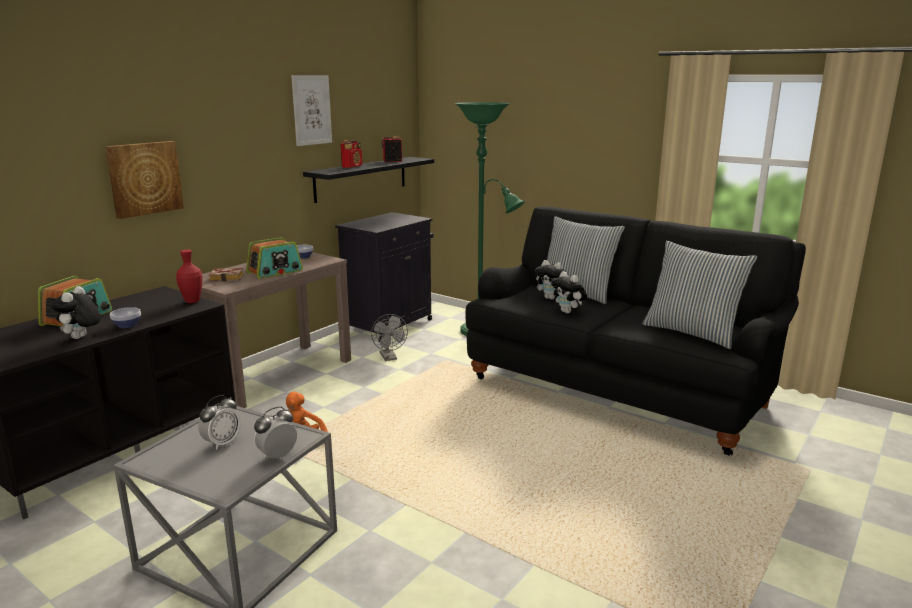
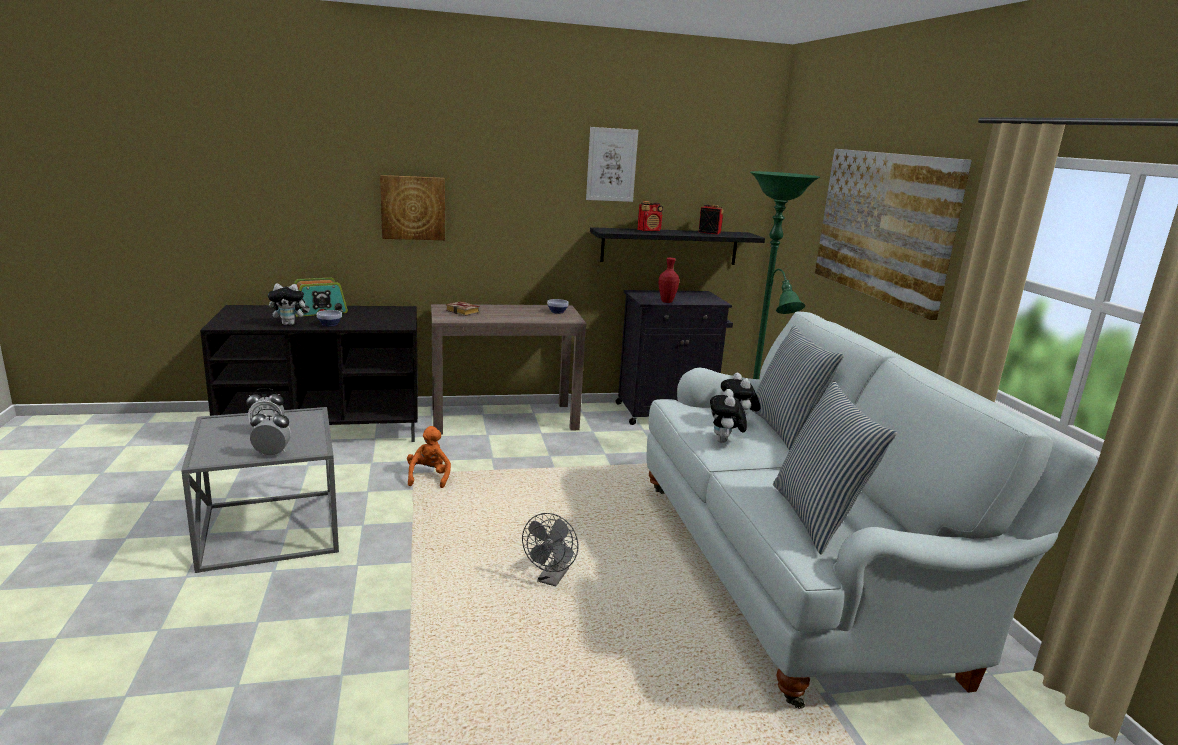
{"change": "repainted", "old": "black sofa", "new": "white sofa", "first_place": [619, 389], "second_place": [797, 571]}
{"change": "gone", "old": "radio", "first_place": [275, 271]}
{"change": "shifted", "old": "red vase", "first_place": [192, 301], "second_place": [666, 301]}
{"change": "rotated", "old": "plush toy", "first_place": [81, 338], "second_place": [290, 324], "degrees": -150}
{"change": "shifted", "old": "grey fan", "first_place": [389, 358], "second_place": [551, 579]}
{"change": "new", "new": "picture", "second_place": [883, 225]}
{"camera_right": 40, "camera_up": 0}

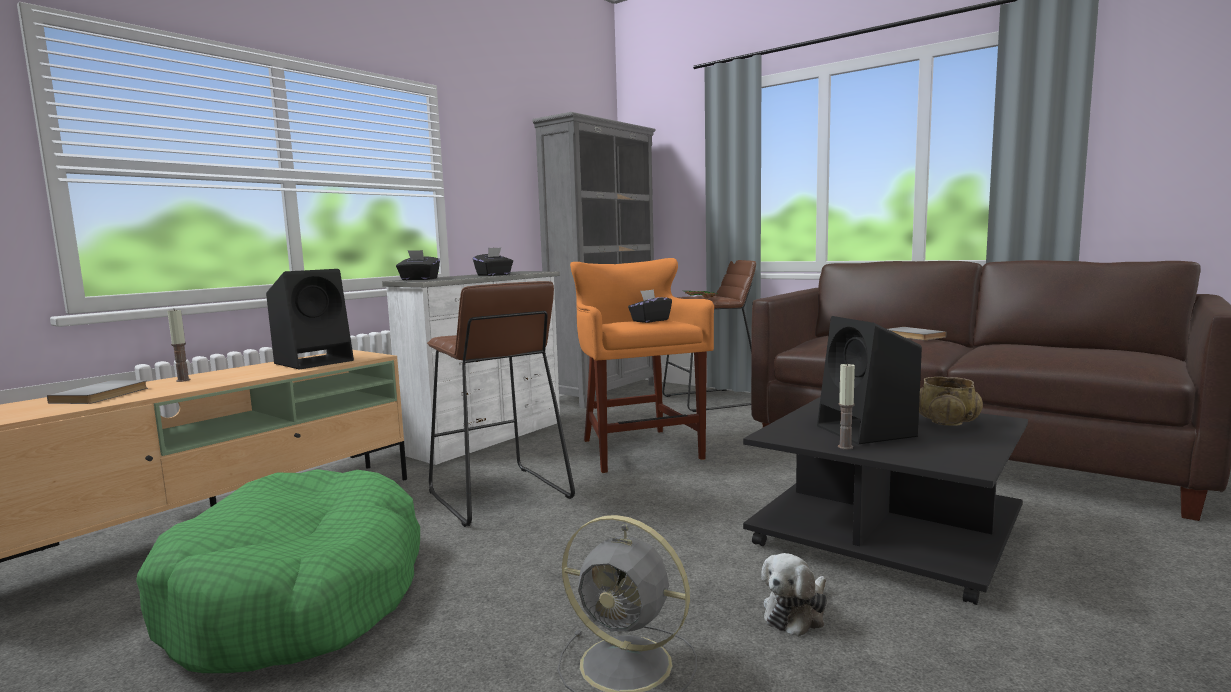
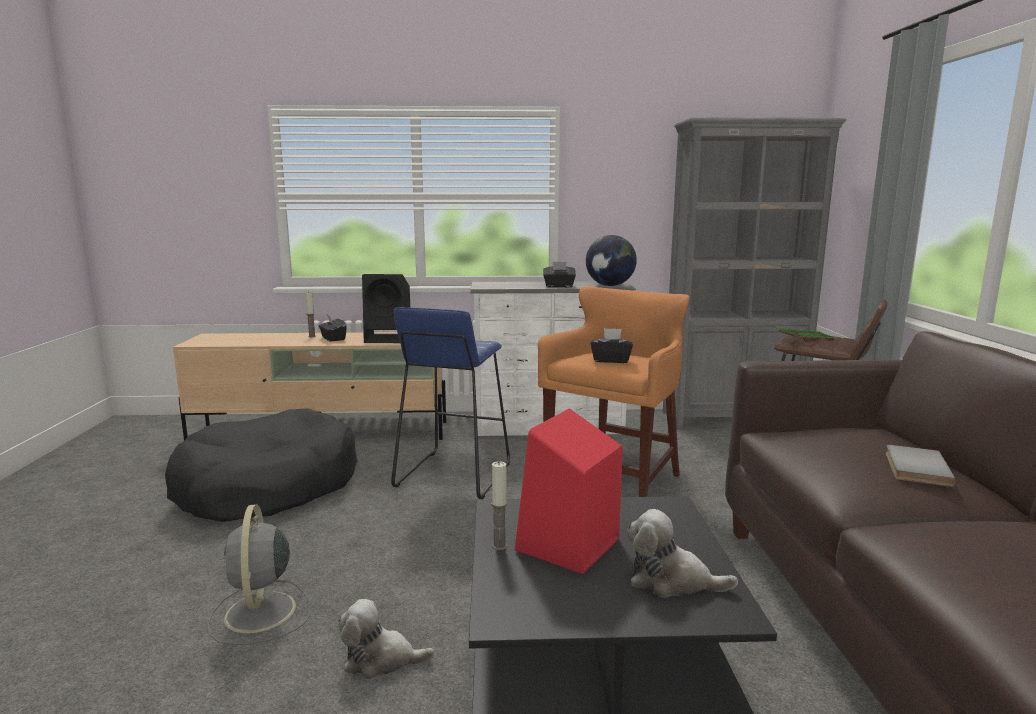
{"change": "shifted", "old": "black tissue box", "first_place": [419, 279], "second_place": [333, 339]}
{"change": "repainted", "old": "brown stool", "new": "blue stool", "first_place": [498, 495], "second_place": [453, 475]}
{"change": "repainted", "old": "black speaker", "new": "red speaker", "first_place": [868, 432], "second_place": [567, 546]}
{"change": "swapped", "old": "beige bowl", "new": "plush toy", "first_place": [947, 422], "second_place": [671, 581]}
{"change": "gone", "old": "grey book", "first_place": [103, 395]}
{"change": "repainted", "old": "green dog bed", "new": "black dog bed", "first_place": [300, 596], "second_place": [267, 486]}
{"change": "new", "new": "globe", "second_place": [610, 285]}
{"camera_right": 50, "camera_up": 5}

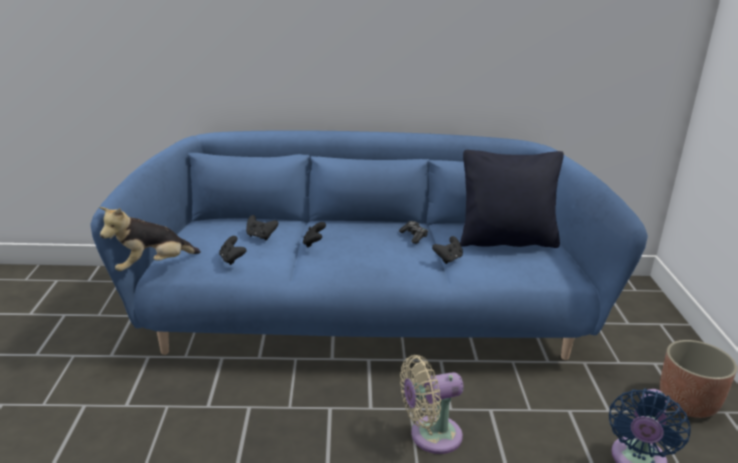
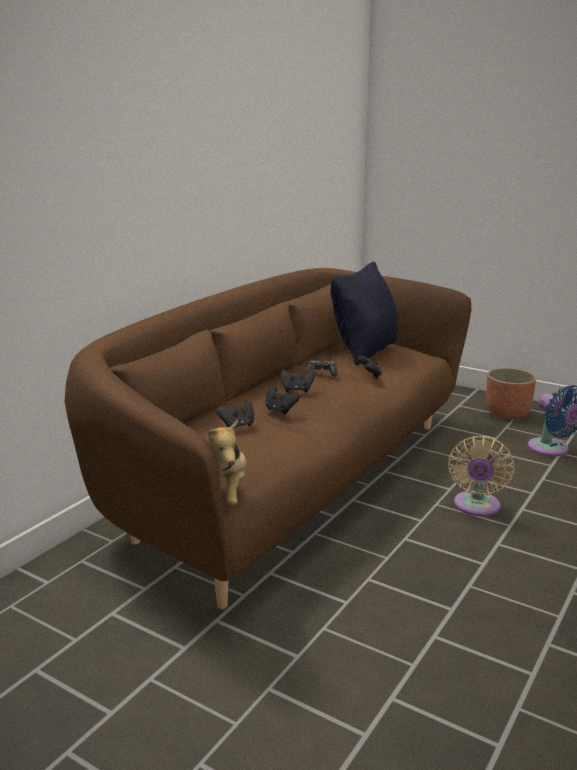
{"change": "repainted", "old": "blue sofa", "new": "brown sofa", "first_place": [365, 319], "second_place": [290, 481]}
{"change": "shifted", "old": "black game controller", "first_place": [232, 259], "second_place": [297, 390]}
{"camera_right": -55, "camera_up": -5}

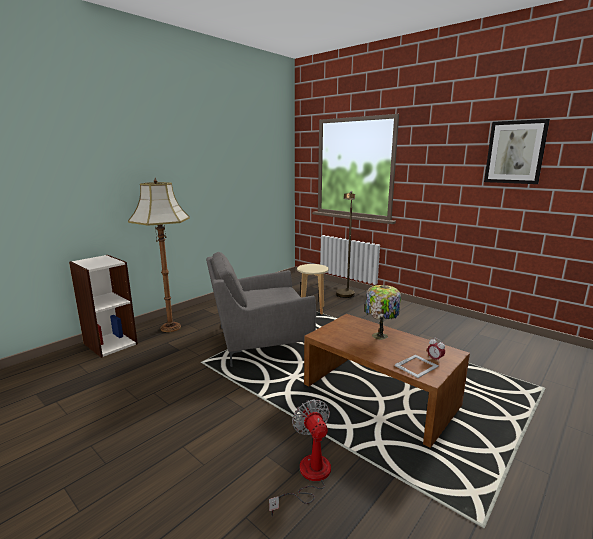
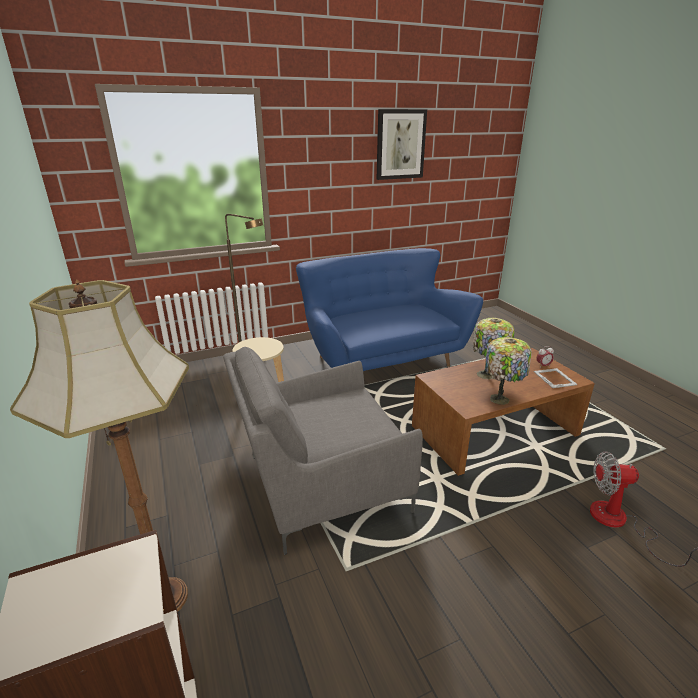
{"change": "rotated", "old": "grey armchair", "first_place": [259, 341], "second_place": [319, 484], "degrees": 60}
{"change": "new", "new": "blue sofa", "second_place": [381, 360]}
{"change": "new", "new": "table lamp", "second_place": [501, 399]}
{"camera_right": -65, "camera_up": 10}

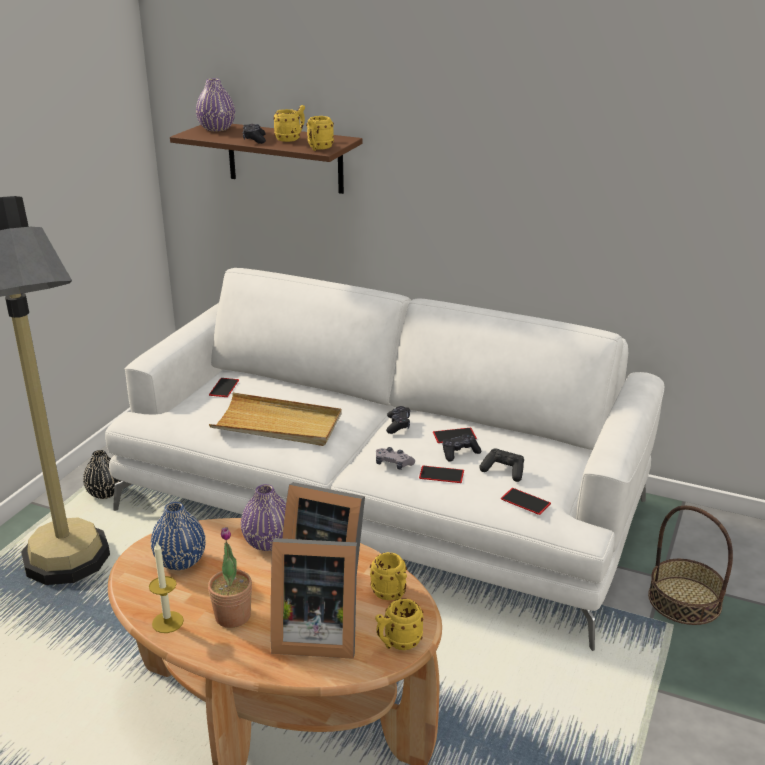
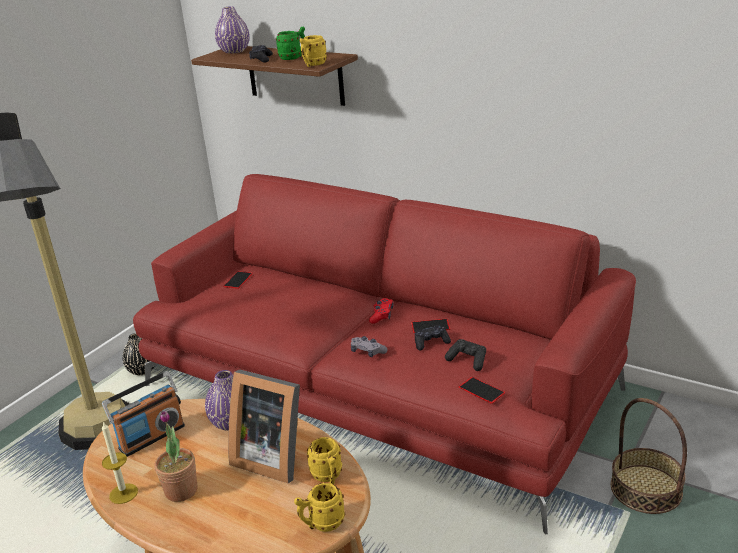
{"change": "repainted", "old": "yellow mug", "new": "green mug", "first_place": [291, 139], "second_place": [293, 57]}
{"change": "repainted", "old": "white sofa", "new": "red sofa", "first_place": [382, 504], "second_place": [377, 387]}
{"change": "gone", "old": "beige tray", "first_place": [277, 424]}
{"change": "repainted", "old": "black game controller", "new": "red game controller", "first_place": [398, 425], "second_place": [382, 315]}
{"change": "gone", "old": "phone", "first_place": [441, 474]}
{"change": "swapped", "old": "blue vase", "new": "radio", "first_place": [180, 561], "second_place": [151, 437]}
{"change": "gone", "old": "picture frame", "first_place": [314, 634]}
{"camera_right": 10, "camera_up": 0}

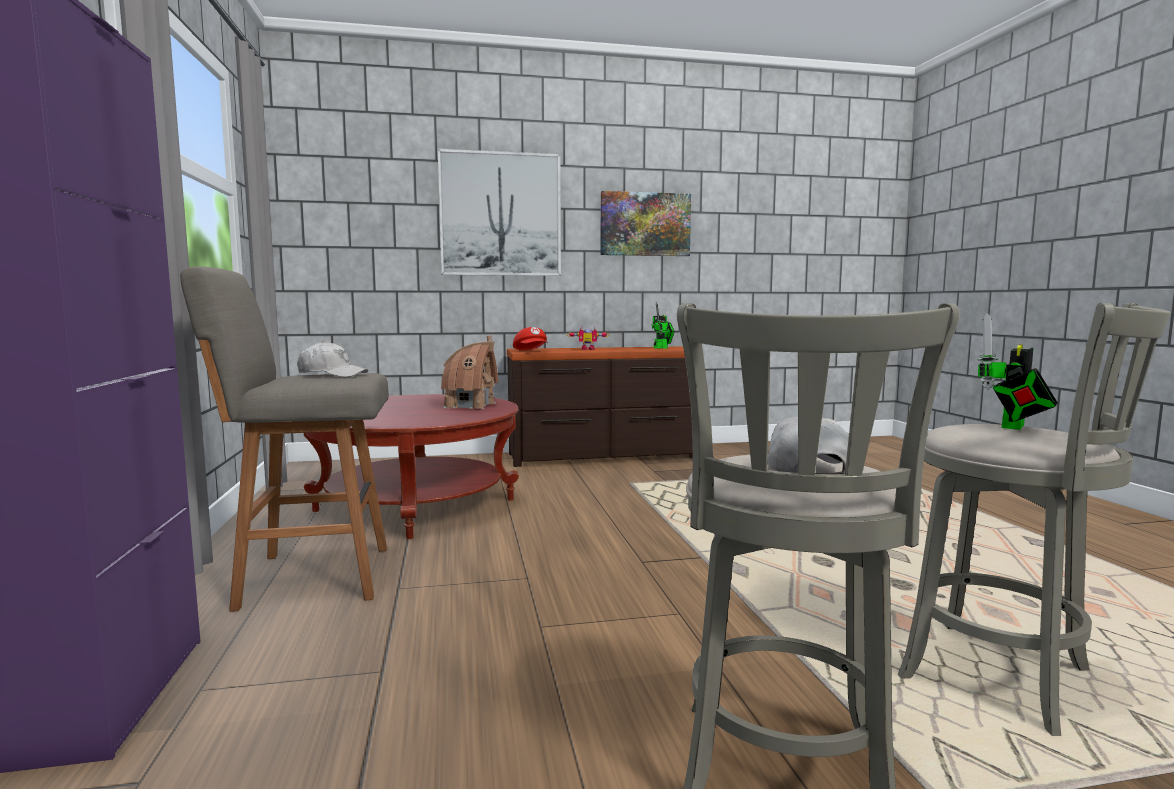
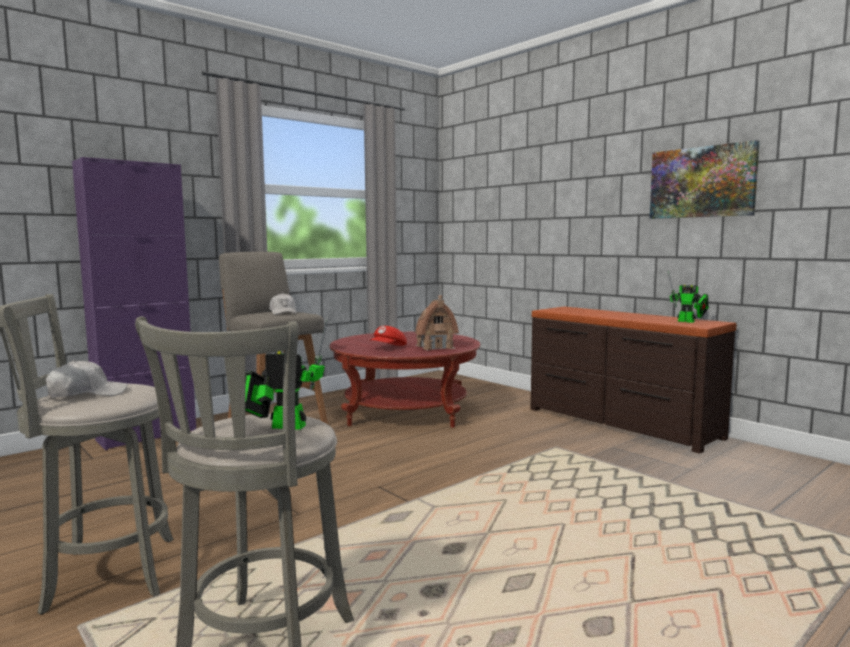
{"change": "gone", "old": "picture", "first_place": [500, 214]}
{"change": "gone", "old": "toy robot", "first_place": [588, 349]}
{"change": "shifted", "old": "red cap", "first_place": [531, 351], "second_place": [388, 348]}
{"camera_right": 60, "camera_up": 0}

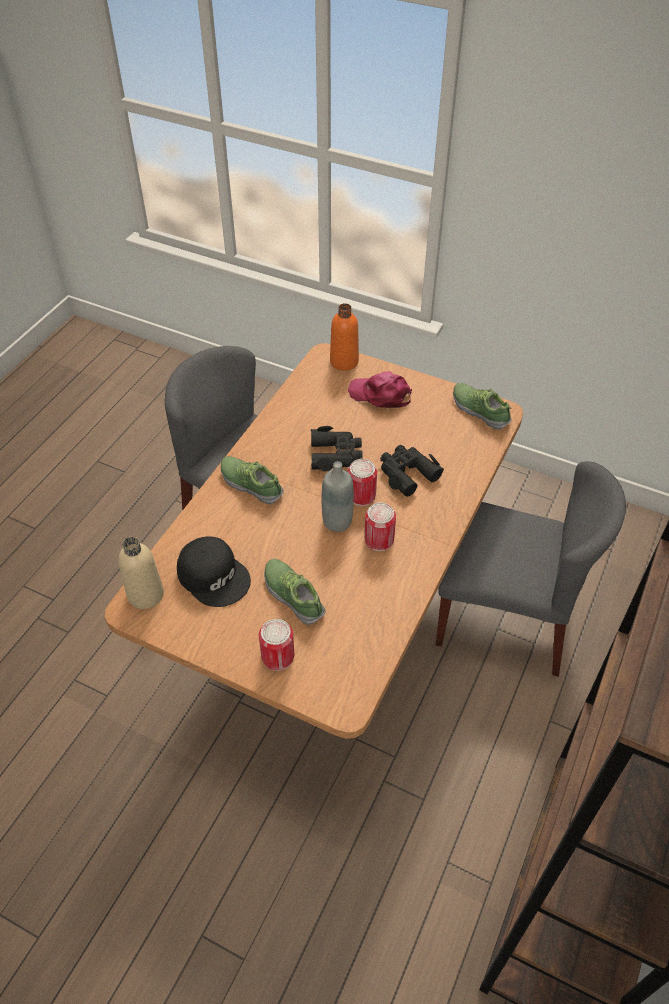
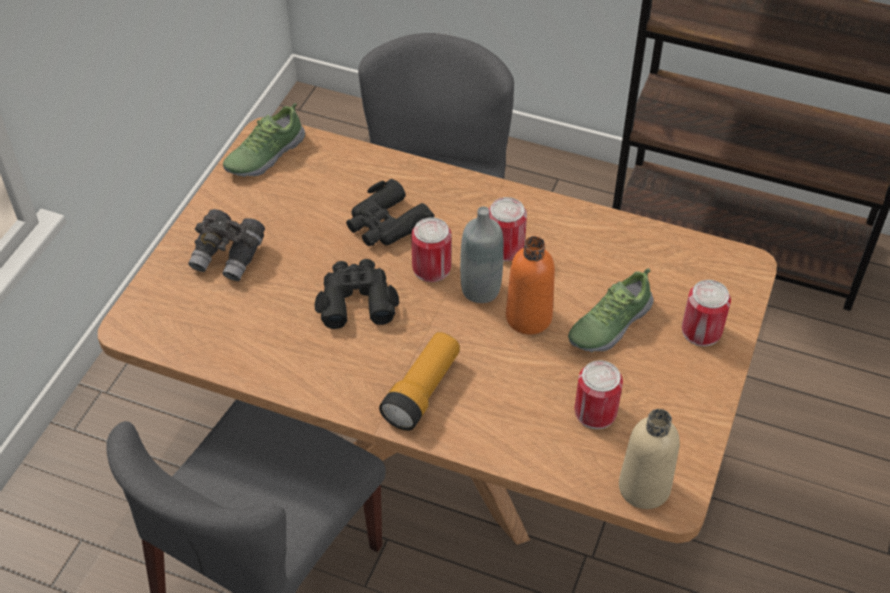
{"change": "shifted", "old": "orange bottle", "first_place": [344, 361], "second_place": [528, 317]}
{"change": "swapped", "old": "pink cap", "new": "grey binoculars", "first_place": [380, 395], "second_place": [229, 256]}
{"change": "swapped", "old": "shoe", "new": "flashlight", "first_place": [251, 484], "second_place": [422, 391]}
{"change": "swapped", "old": "black cap", "new": "can", "first_place": [214, 575], "second_place": [595, 412]}
{"camera_right": -95, "camera_up": 0}

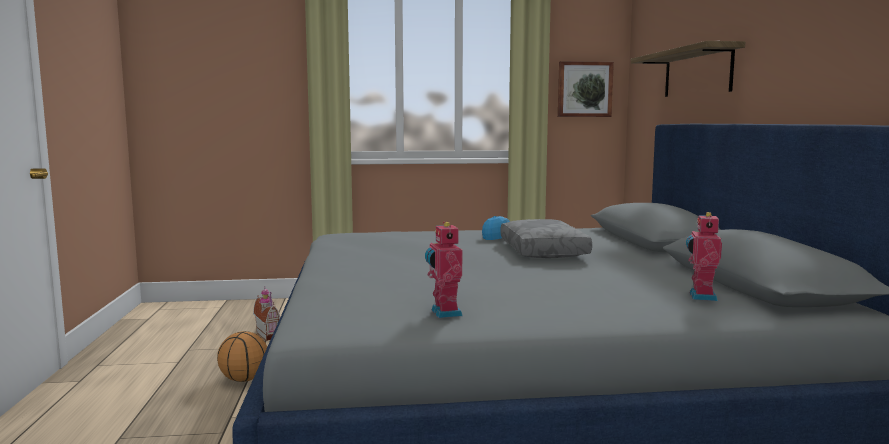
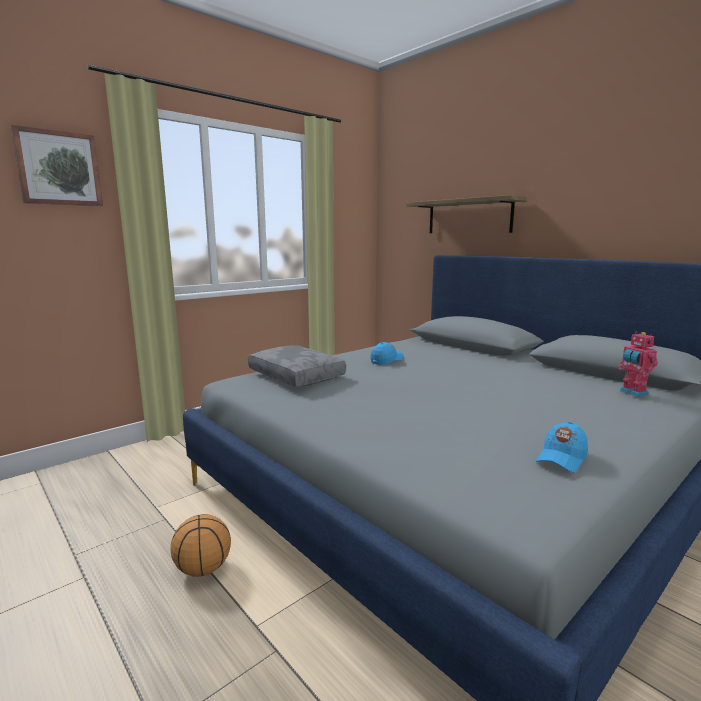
{"change": "shifted", "old": "picture", "first_place": [584, 89], "second_place": [59, 168]}
{"change": "shifted", "old": "grey pillow", "first_place": [544, 251], "second_place": [297, 376]}
{"change": "swapped", "old": "toy robot", "new": "blue cap", "first_place": [444, 313], "second_place": [561, 458]}
{"change": "gone", "old": "toy house", "first_place": [270, 335]}
{"camera_right": -35, "camera_up": 5}

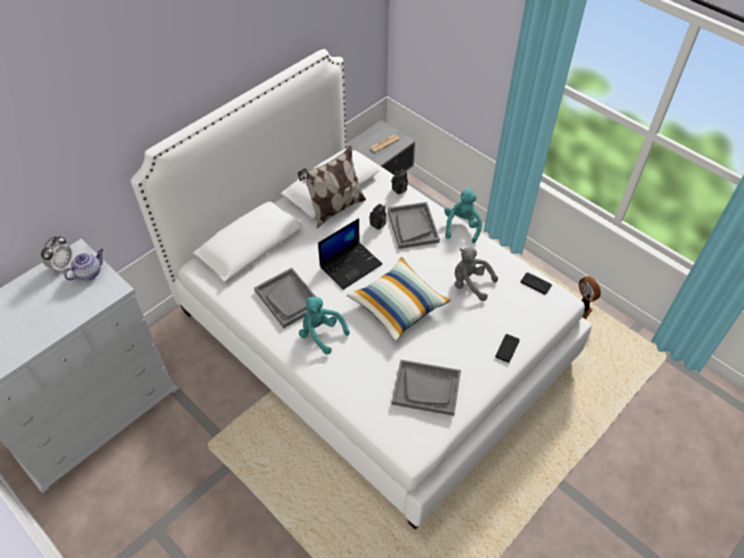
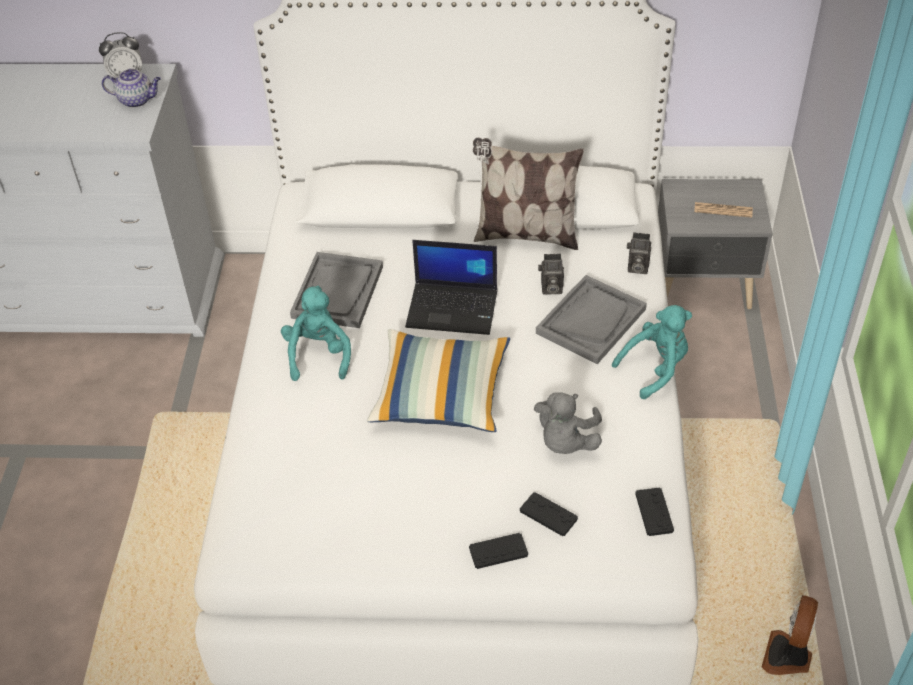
{"change": "rotated", "old": "grey plush toy", "first_place": [470, 283], "second_place": [565, 441], "degrees": -150}
{"change": "gone", "old": "grey tray", "first_place": [426, 388]}
{"change": "new", "new": "black game controller", "second_place": [548, 515]}
{"camera_right": 50, "camera_up": -5}

